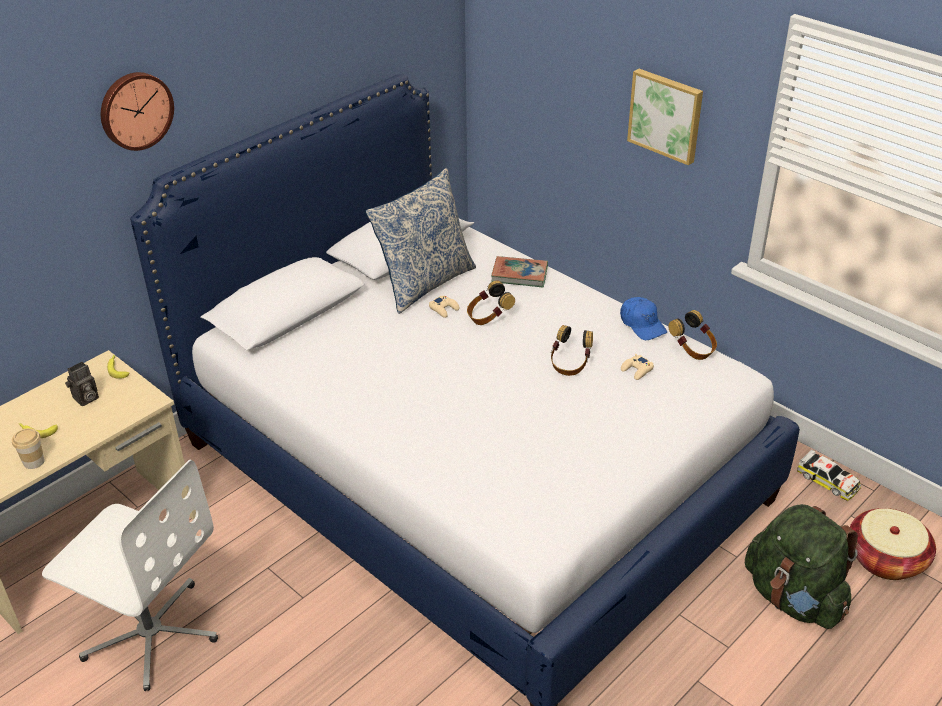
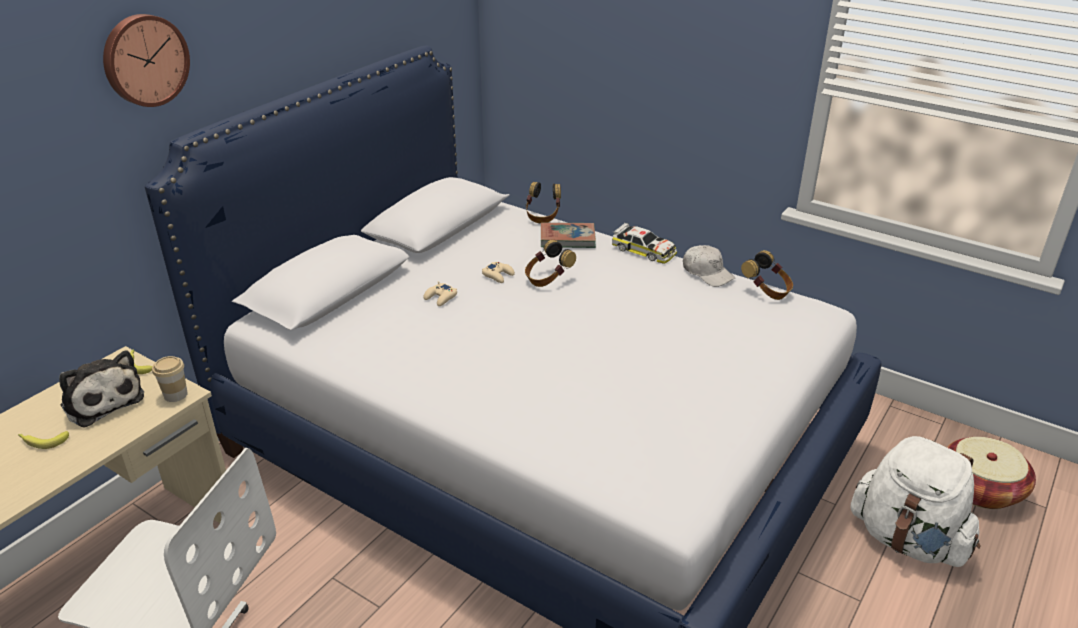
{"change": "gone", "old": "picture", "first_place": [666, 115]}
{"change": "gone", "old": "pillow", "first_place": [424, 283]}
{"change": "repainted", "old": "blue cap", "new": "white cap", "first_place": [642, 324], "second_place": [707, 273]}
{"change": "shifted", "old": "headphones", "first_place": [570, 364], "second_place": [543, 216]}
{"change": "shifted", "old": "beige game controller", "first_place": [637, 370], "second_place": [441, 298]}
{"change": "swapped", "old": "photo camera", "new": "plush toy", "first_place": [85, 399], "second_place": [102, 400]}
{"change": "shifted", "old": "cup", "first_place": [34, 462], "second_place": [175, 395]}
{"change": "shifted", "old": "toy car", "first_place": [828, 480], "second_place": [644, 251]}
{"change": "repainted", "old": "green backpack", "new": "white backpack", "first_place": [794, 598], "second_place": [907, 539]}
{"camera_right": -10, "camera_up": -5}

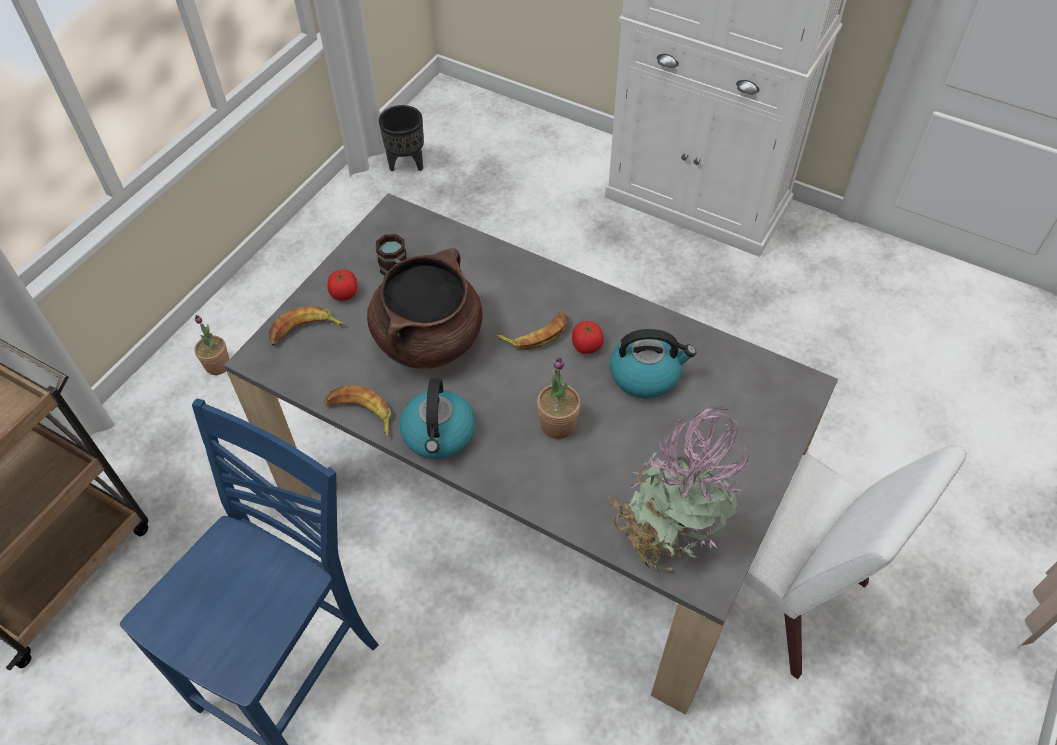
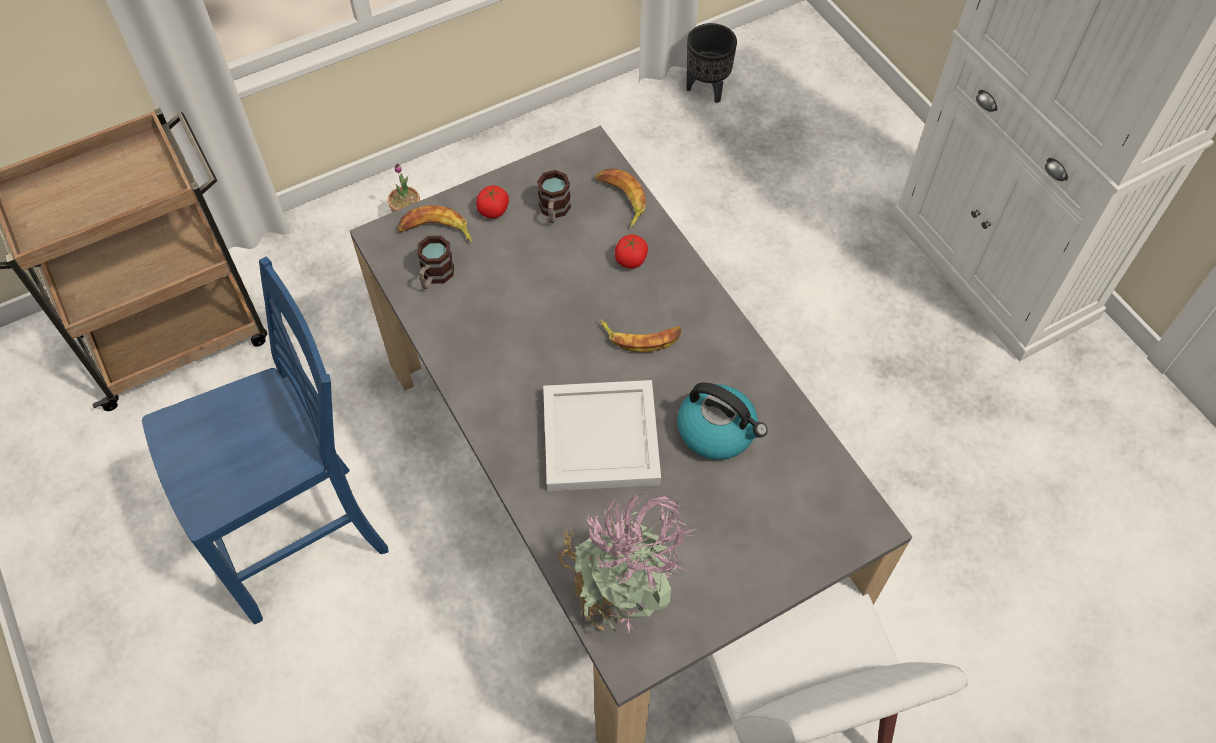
{"change": "gone", "old": "brown cooking pot", "first_place": [429, 339]}
{"change": "shifted", "old": "tomato", "first_place": [586, 346], "second_place": [631, 260]}
{"change": "swapped", "old": "potted plant", "new": "white tray", "first_place": [558, 424], "second_place": [599, 436]}
{"change": "gone", "old": "kettle", "first_place": [439, 435]}
{"change": "shifted", "old": "banana", "first_place": [360, 413], "second_place": [621, 199]}
{"change": "new", "new": "mug", "second_place": [435, 276]}
{"camera_right": 30, "camera_up": 5}

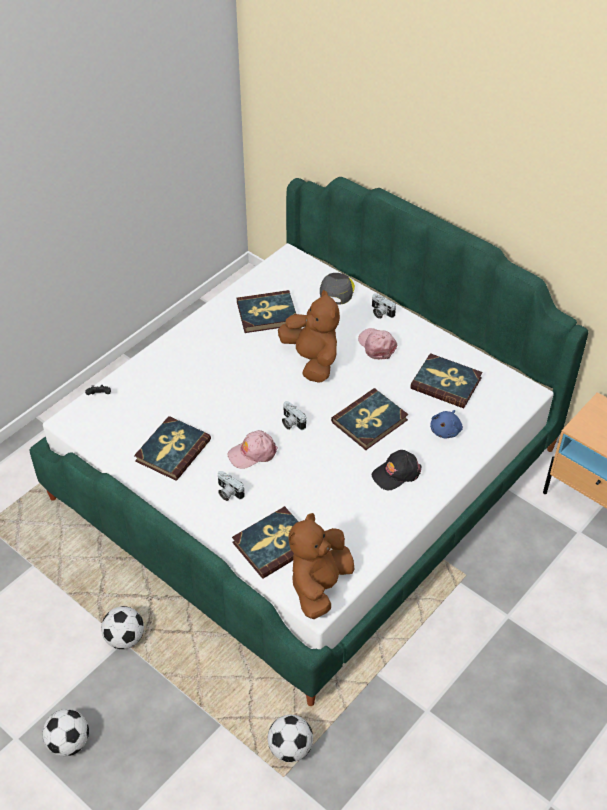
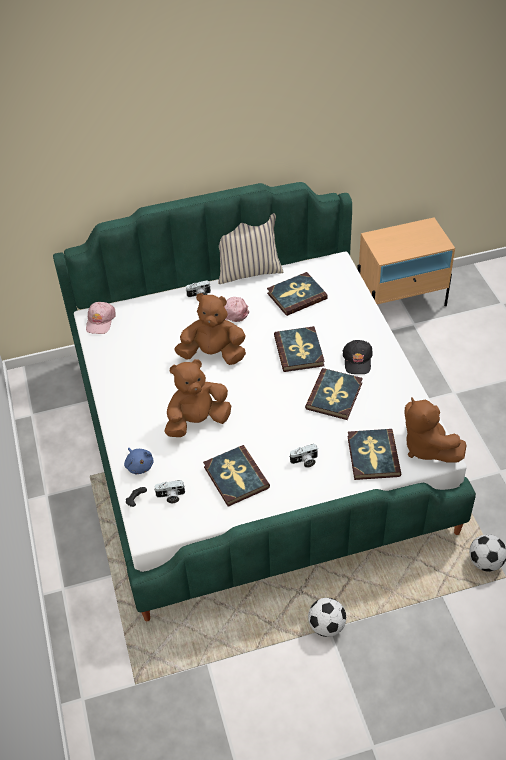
{"change": "gone", "old": "grey cap", "first_place": [336, 290]}
{"change": "shifted", "old": "book", "first_place": [267, 314], "second_place": [334, 396]}
{"change": "shifted", "old": "photo camera", "first_place": [291, 422], "second_place": [170, 496]}
{"change": "shifted", "old": "blue plush toy", "first_place": [446, 430], "second_place": [139, 465]}
{"change": "shifted", "old": "pink cap", "first_place": [252, 453], "second_place": [100, 321]}
{"change": "gone", "old": "football", "first_place": [69, 742]}
{"change": "new", "new": "beige pillow", "second_place": [248, 271]}
{"change": "new", "new": "brown plush toy", "second_place": [197, 421]}
{"camera_right": -55, "camera_up": 0}

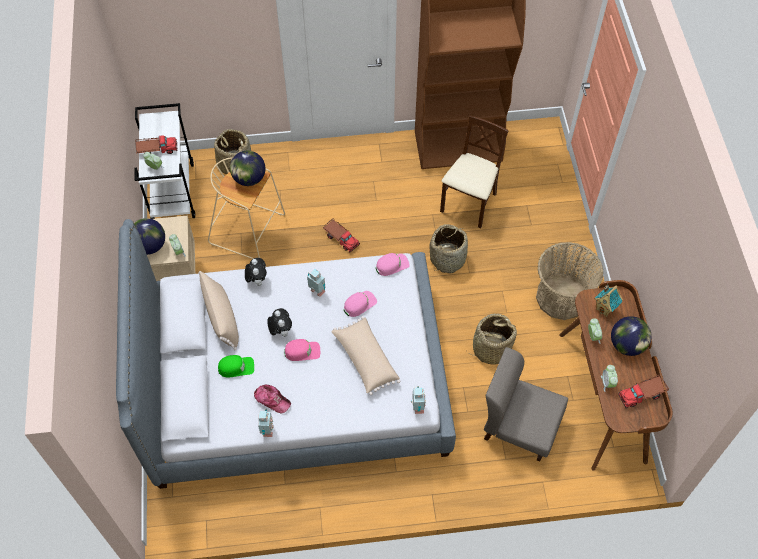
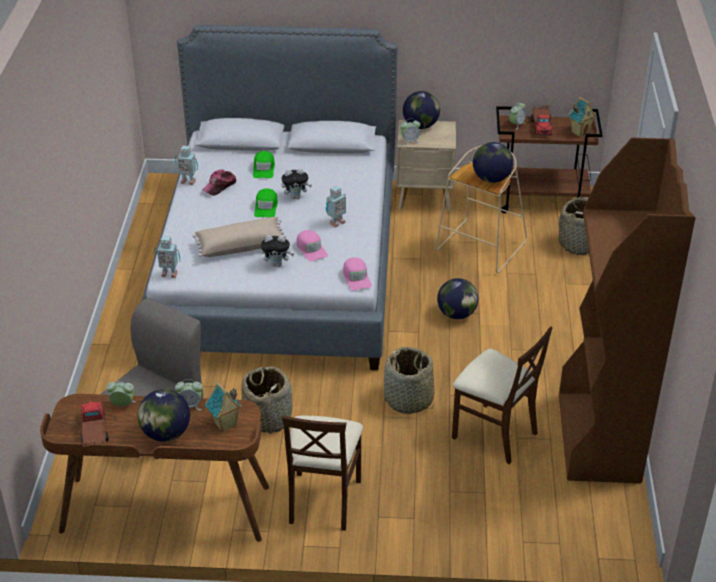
{"change": "repainted", "old": "white cart", "new": "brown cart", "first_place": [172, 192], "second_place": [540, 200]}
{"change": "swapped", "old": "toy truck", "new": "globe", "first_place": [341, 238], "second_place": [456, 314]}
{"change": "swapped", "old": "basket", "new": "beige chair", "first_place": [561, 297], "second_place": [323, 499]}
{"change": "shifted", "old": "plush toy", "first_place": [257, 280], "second_place": [277, 264]}
{"change": "gone", "old": "beige pillow", "first_place": [221, 317]}
{"change": "repainted", "old": "pink cap", "new": "green cap", "first_place": [302, 351], "second_place": [266, 207]}
{"change": "new", "new": "toy house", "second_place": [579, 132]}
{"camera_right": 100, "camera_up": -20}

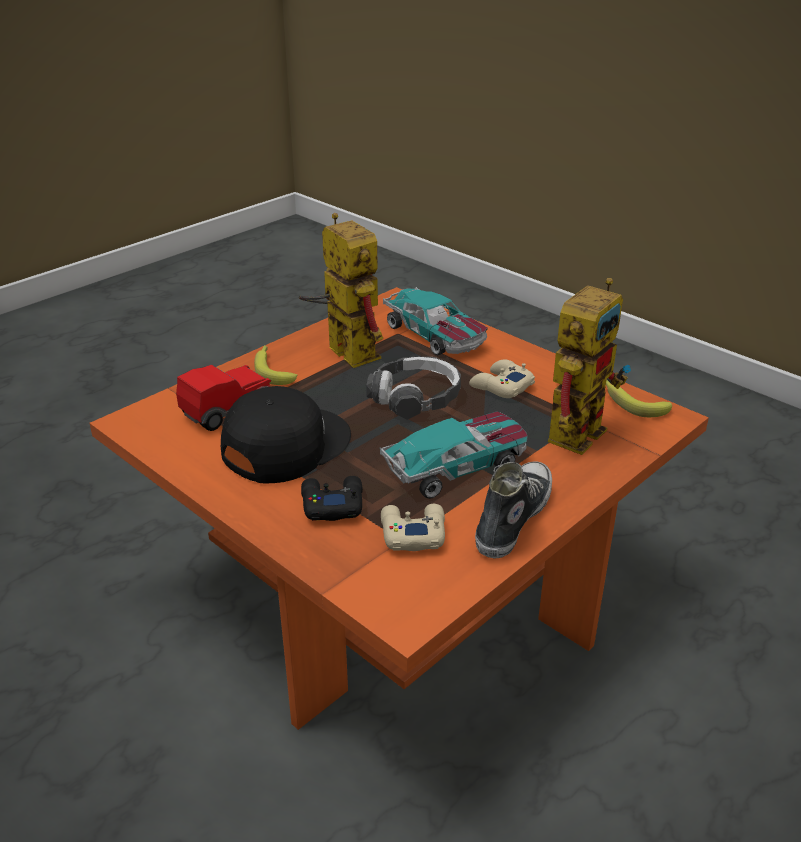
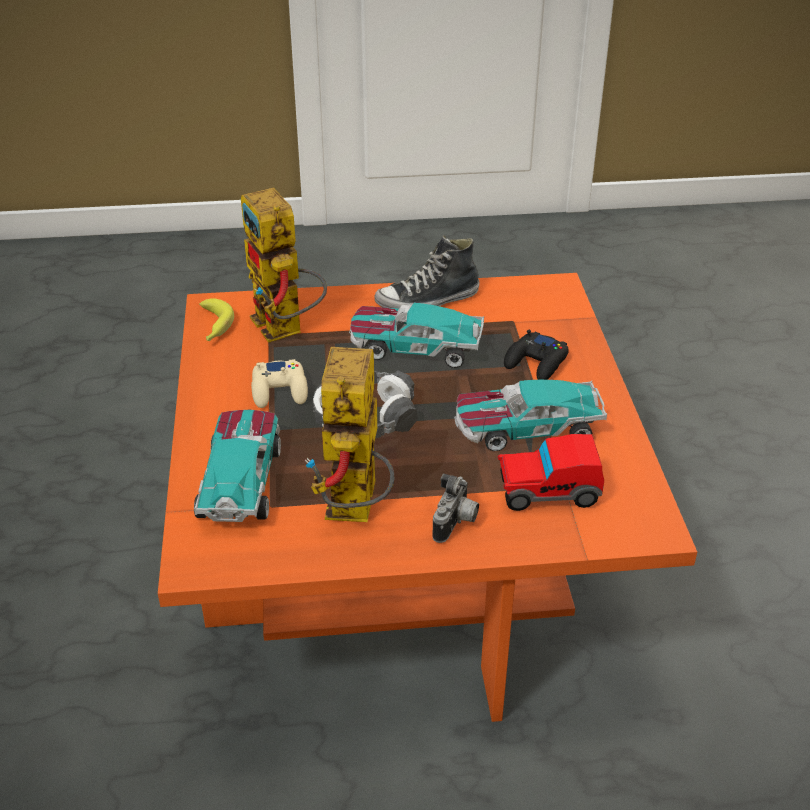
{"change": "rotated", "old": "toy robot", "first_place": [578, 427], "second_place": [286, 330], "degrees": -105}
{"change": "swapped", "old": "banana", "new": "photo camera", "first_place": [273, 370], "second_place": [456, 523]}
{"change": "swapped", "old": "black cap", "new": "toy car", "first_place": [285, 445], "second_place": [526, 427]}
{"change": "gone", "old": "beige game controller", "first_place": [412, 533]}
{"camera_right": -140, "camera_up": 5}

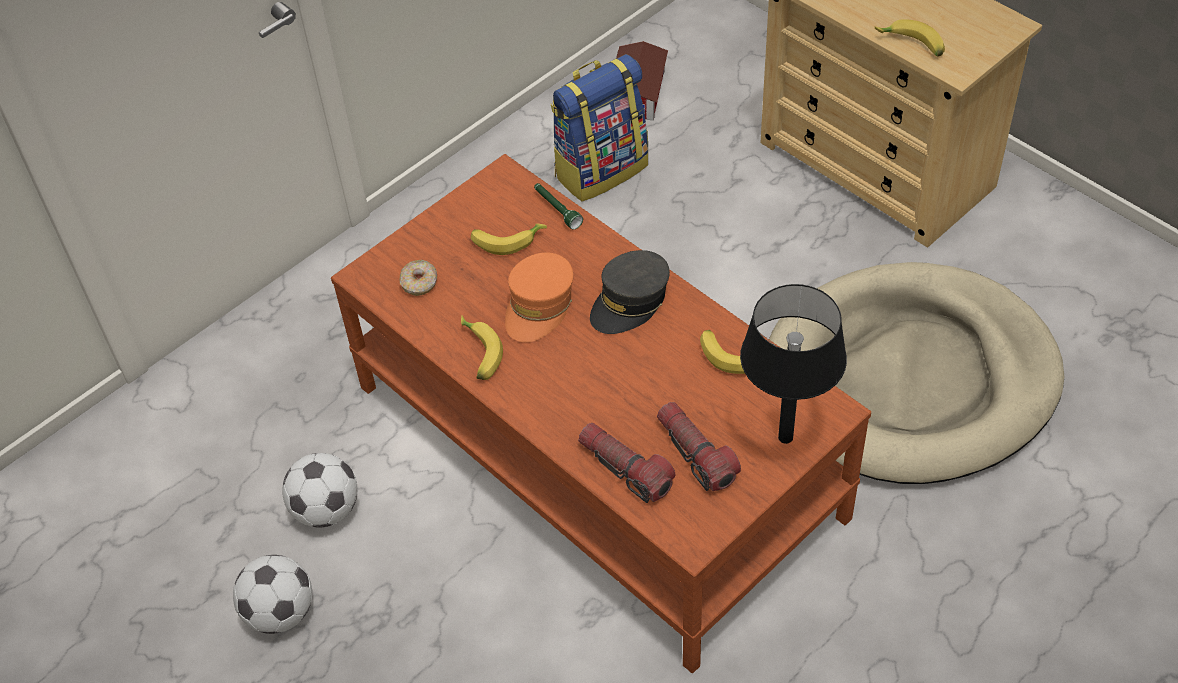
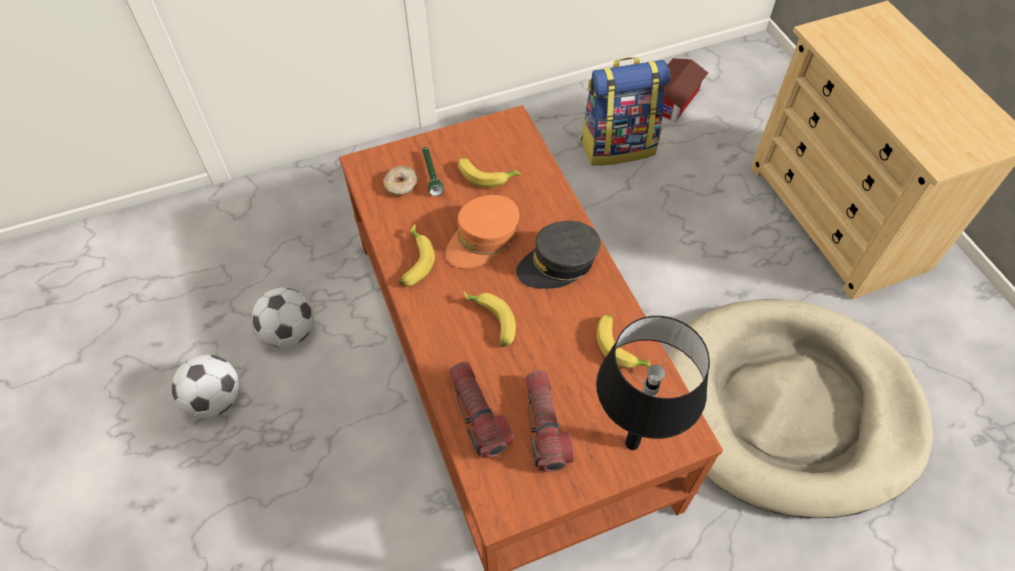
{"change": "shifted", "old": "banana", "first_place": [911, 45], "second_place": [490, 322]}
{"change": "shifted", "old": "green flashlight", "first_place": [556, 209], "second_place": [431, 174]}
{"camera_right": 20, "camera_up": 5}

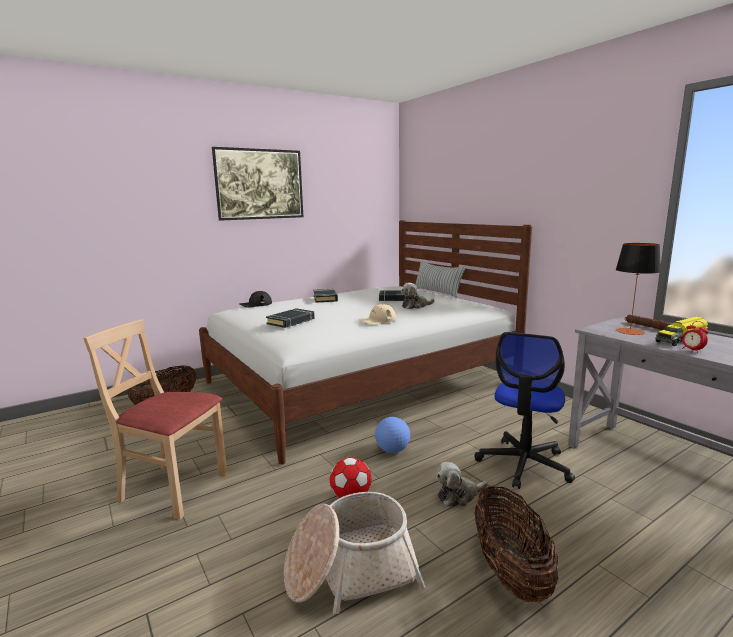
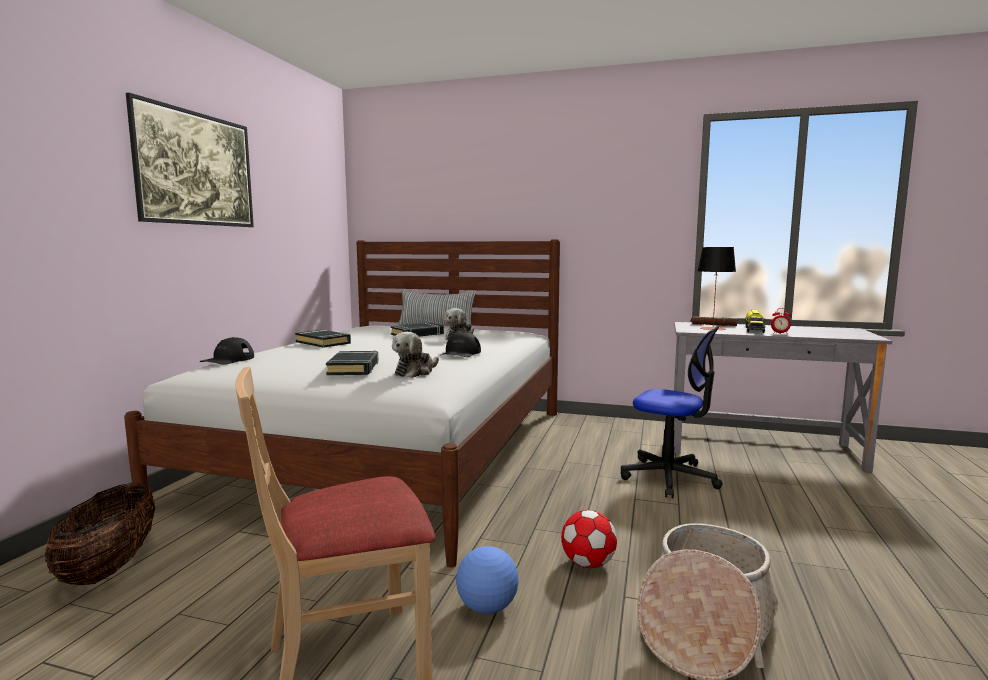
{"change": "repainted", "old": "beige cap", "new": "black cap", "first_place": [378, 320], "second_place": [460, 353]}
{"change": "rotated", "old": "office chair", "first_place": [524, 464], "second_place": [669, 477], "degrees": -45}
{"change": "shifted", "old": "football", "first_place": [392, 450], "second_place": [487, 607]}
{"change": "shifted", "old": "plush toy", "first_place": [458, 495], "second_place": [415, 372]}
{"change": "gone", "old": "basket", "first_place": [510, 572]}
{"camera_right": -40, "camera_up": -5}

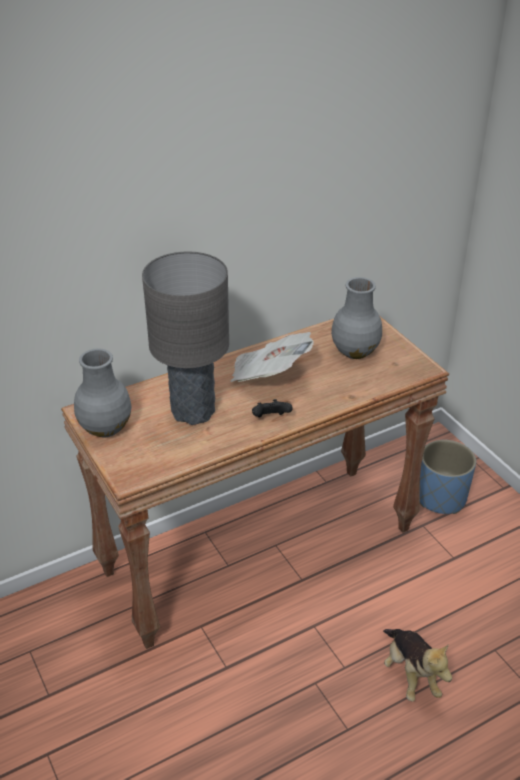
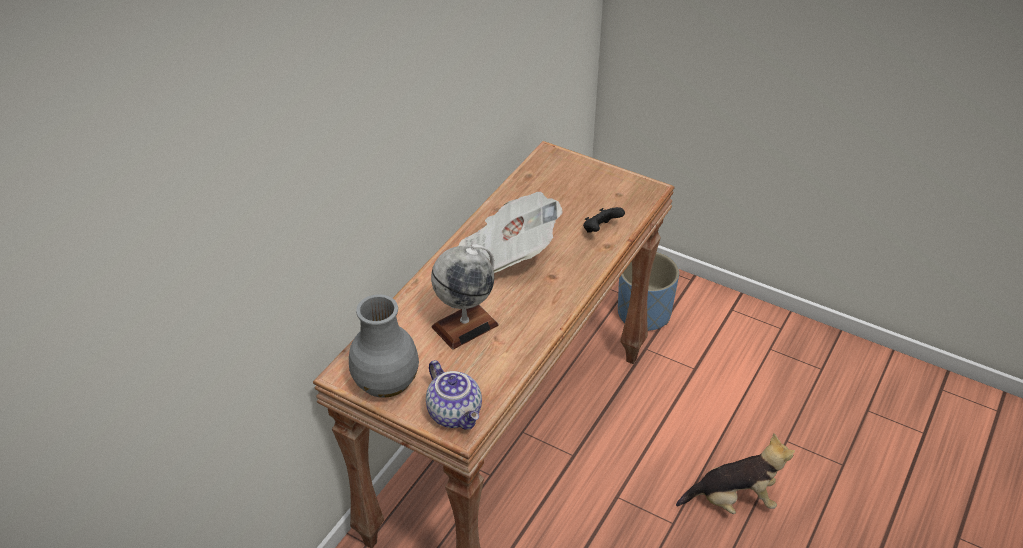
{"change": "swapped", "old": "grey table lamp", "new": "globe", "first_place": [193, 411], "second_place": [465, 325]}
{"change": "gone", "old": "grey vase", "first_place": [354, 352]}
{"change": "shifted", "old": "black game controller", "first_place": [271, 419], "second_place": [601, 230]}
{"change": "rotated", "old": "plush toy", "first_place": [410, 674], "second_place": [734, 500], "degrees": -45}
{"change": "new", "new": "teapot", "second_place": [456, 413]}
{"camera_right": -30, "camera_up": 5}

